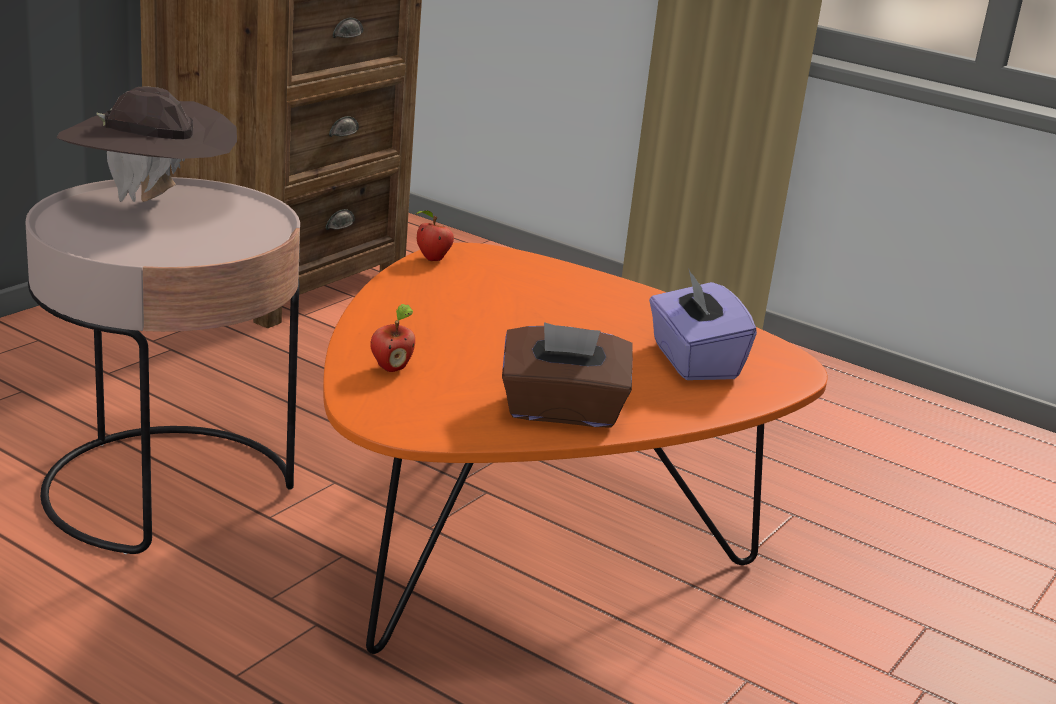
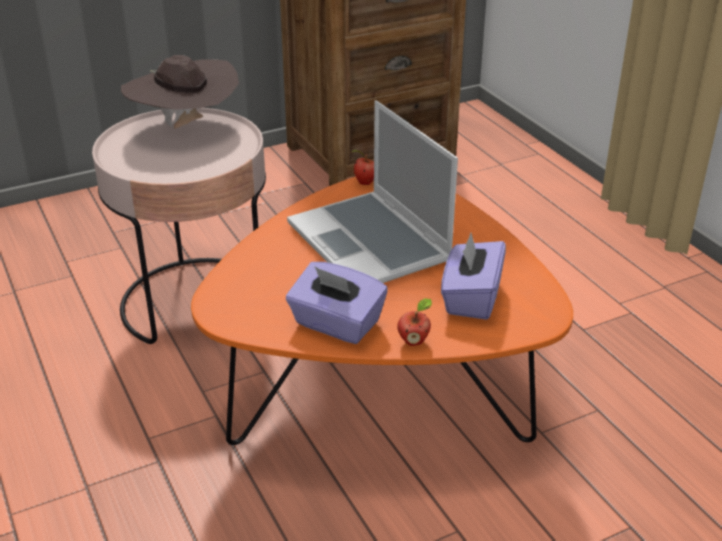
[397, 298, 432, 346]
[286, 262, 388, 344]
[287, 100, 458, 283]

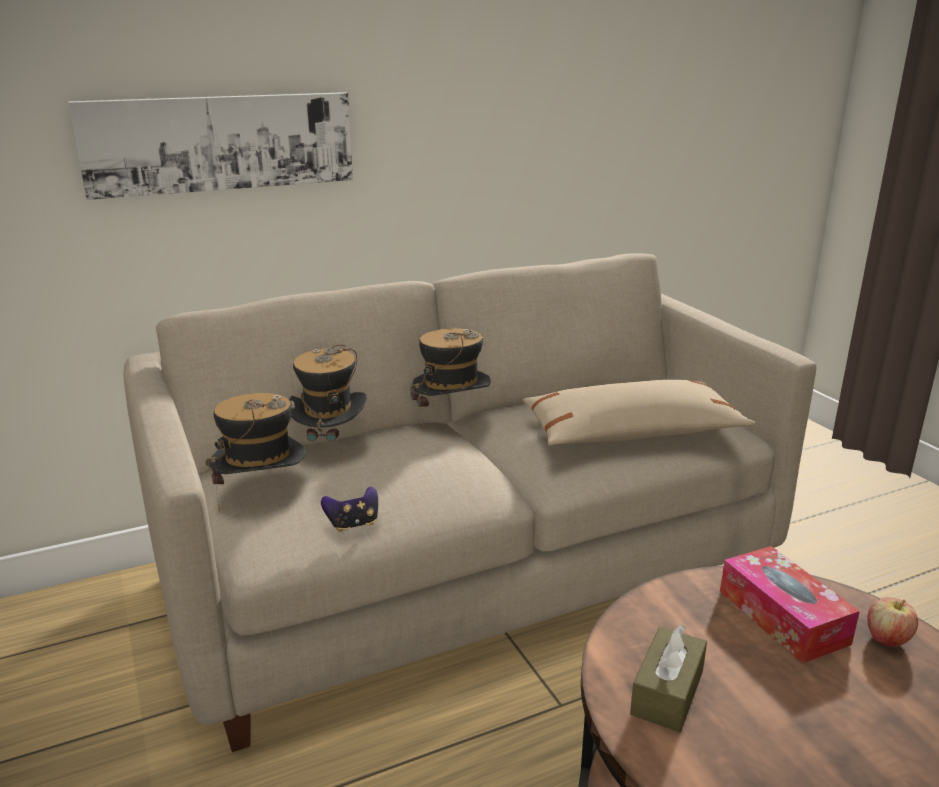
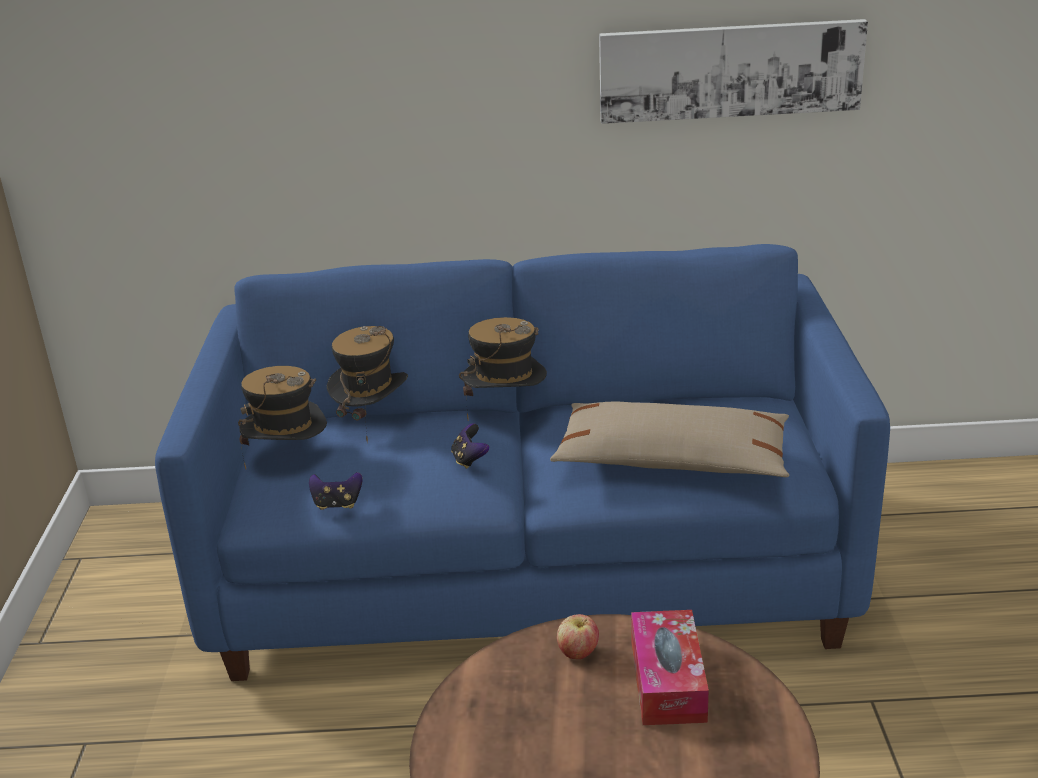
[599, 19, 868, 124]
[155, 244, 890, 681]
[630, 624, 707, 732] (first image)
[557, 614, 599, 659]
[451, 423, 489, 469]

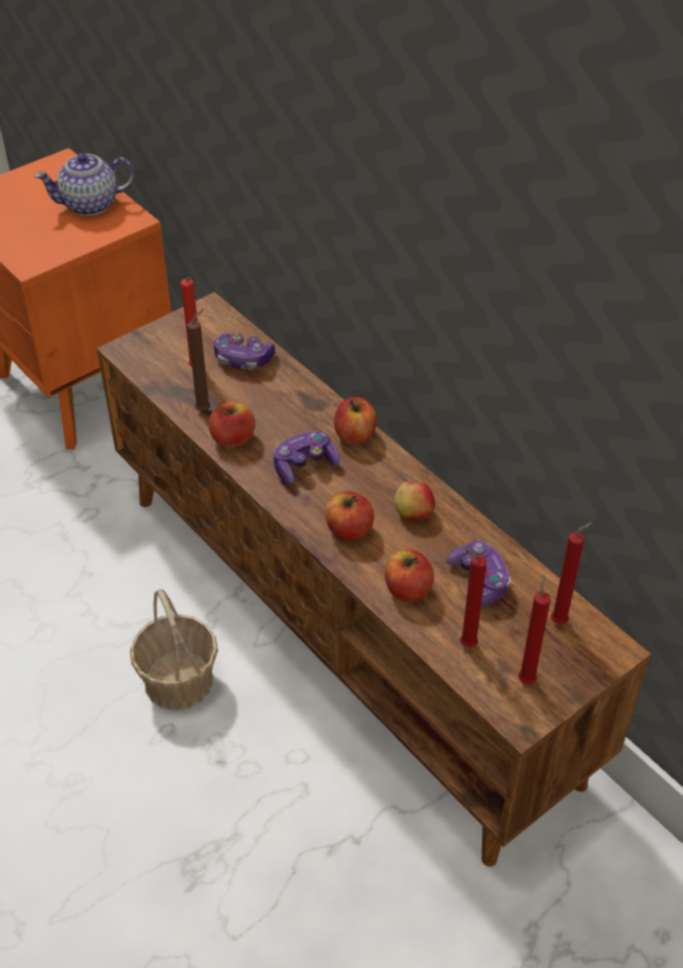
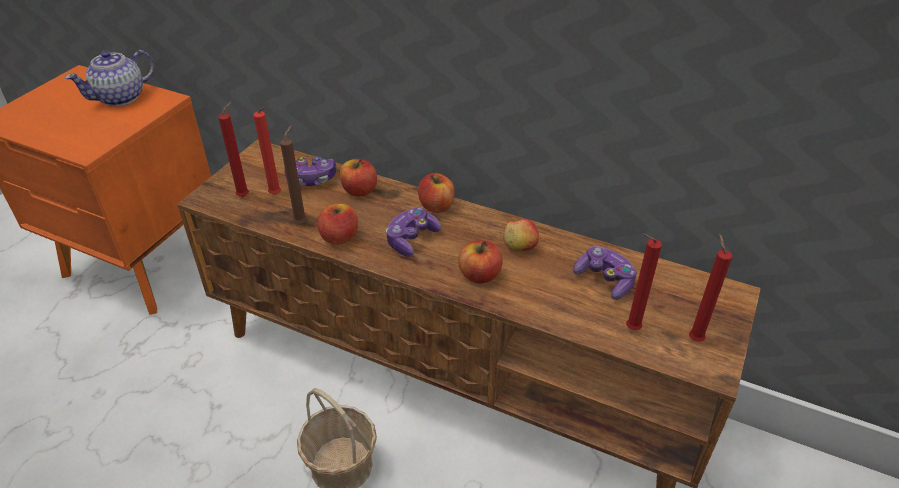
[340, 159, 377, 196]
[218, 101, 249, 197]

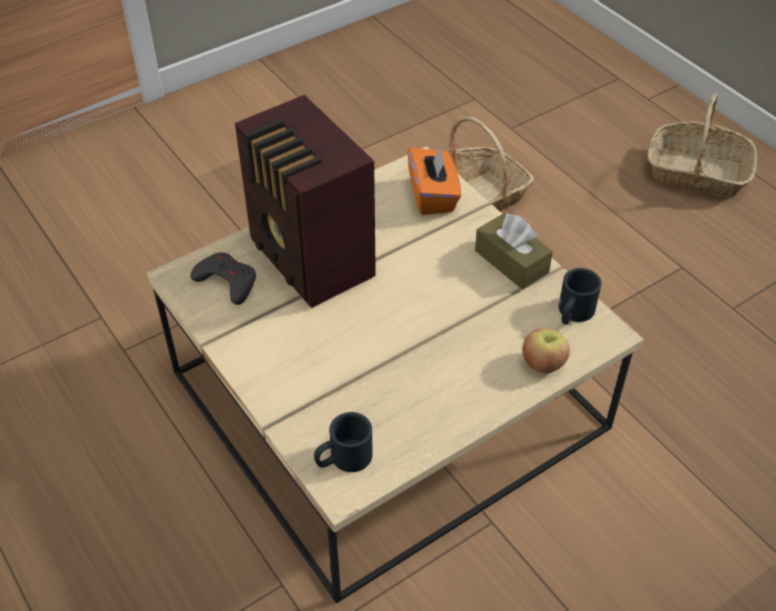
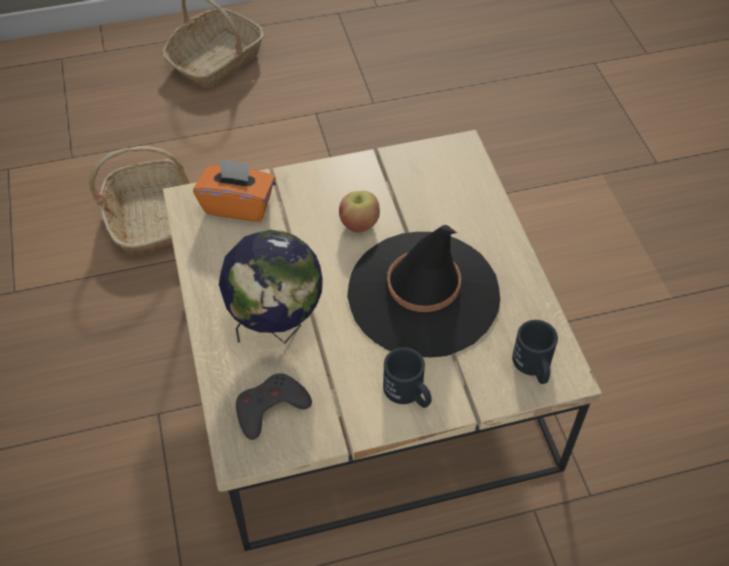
[219, 230, 323, 343]
[475, 213, 553, 290] (first image)
[339, 191, 380, 233]
[383, 347, 432, 408]
[347, 225, 500, 357]

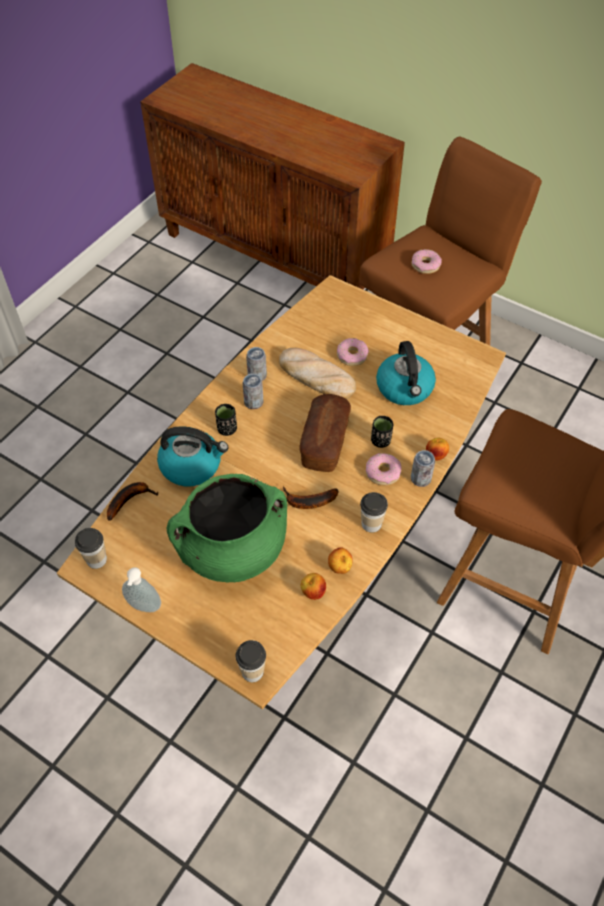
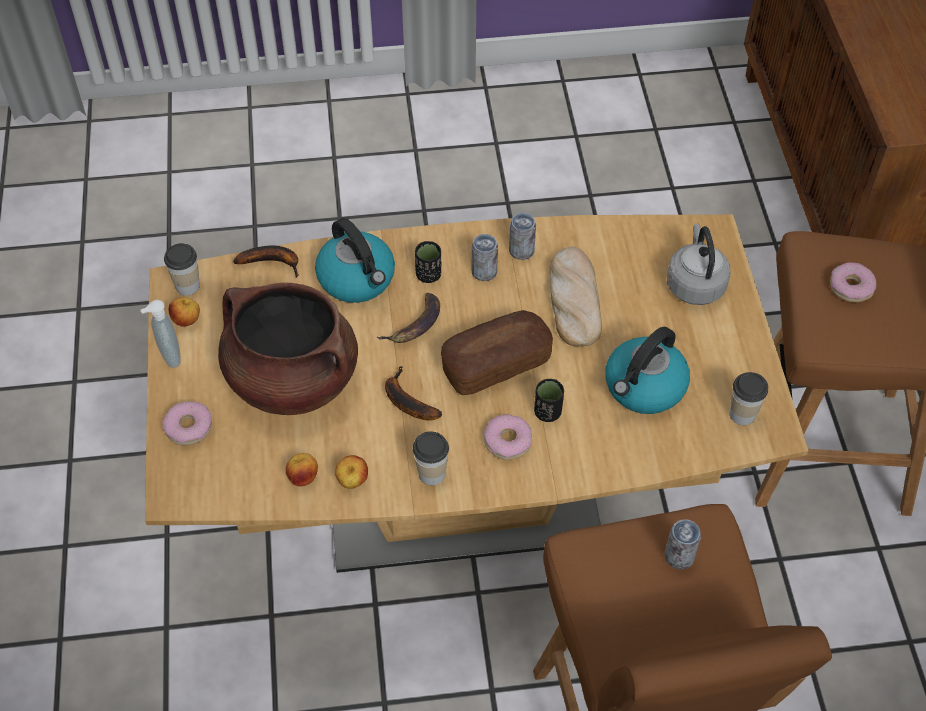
[218, 282, 358, 415]
[730, 372, 768, 425]
[163, 401, 212, 446]
[665, 519, 701, 570]
[169, 297, 200, 327]
[377, 293, 440, 343]
[667, 224, 730, 305]

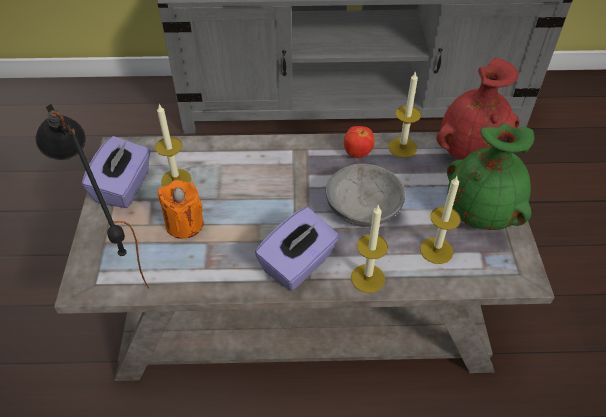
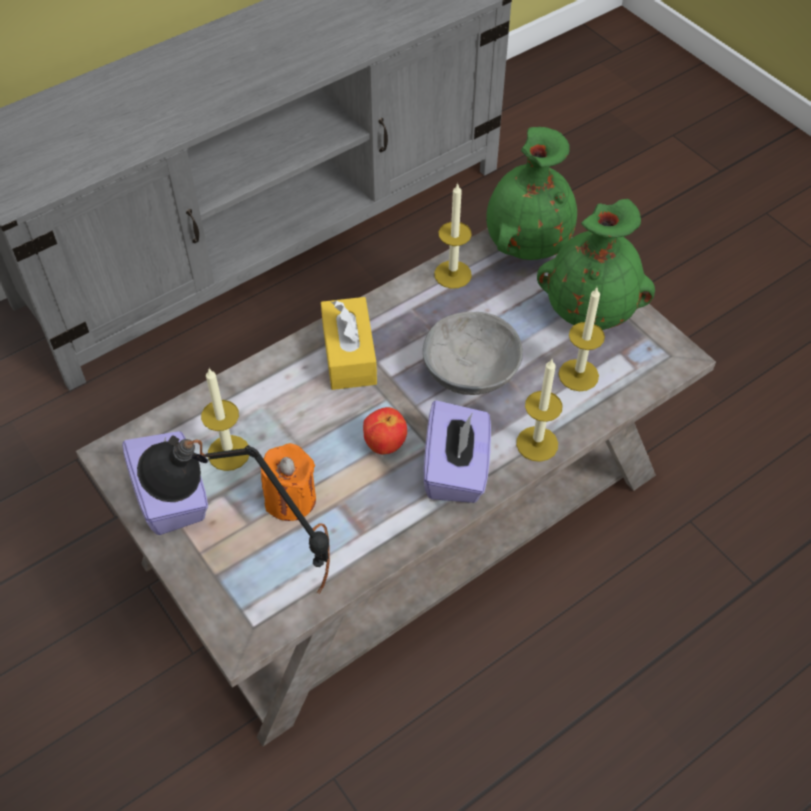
[363, 407, 407, 454]
[486, 127, 577, 260]
[321, 297, 377, 390]

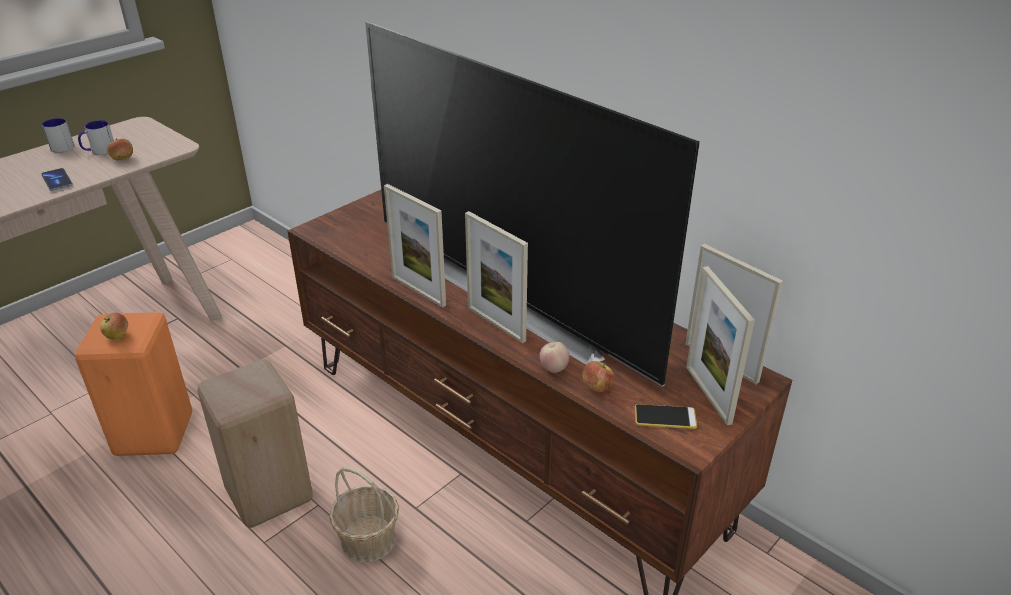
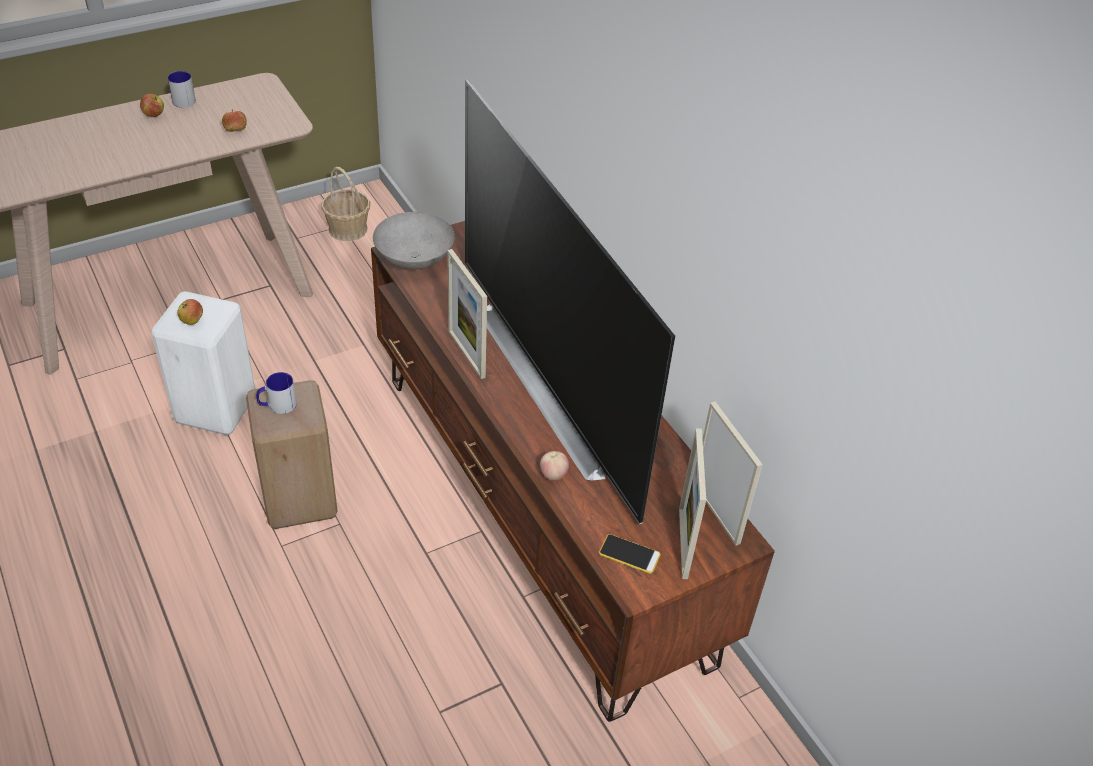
[42, 168, 73, 191] (first image)
[152, 291, 255, 435]
[256, 372, 297, 414]
[321, 167, 370, 241]
[465, 211, 528, 343] (first image)
[140, 94, 164, 117]
[373, 212, 455, 269]

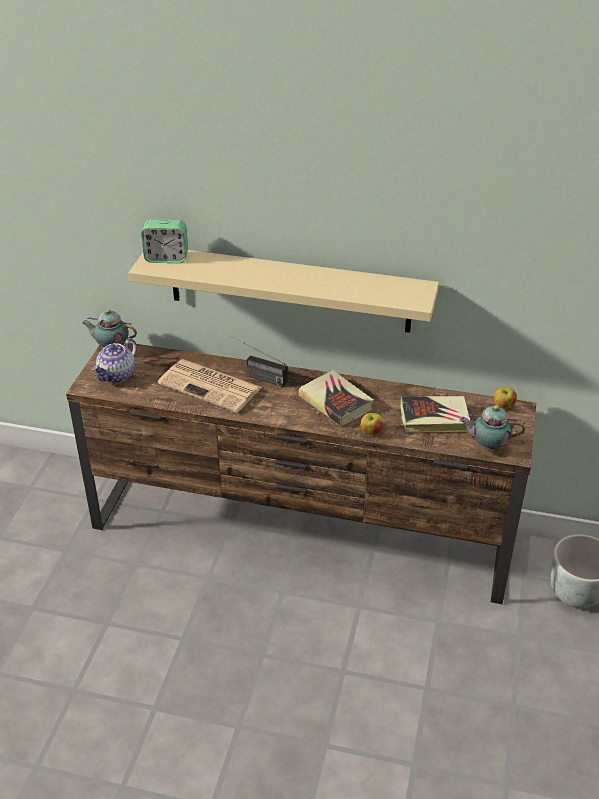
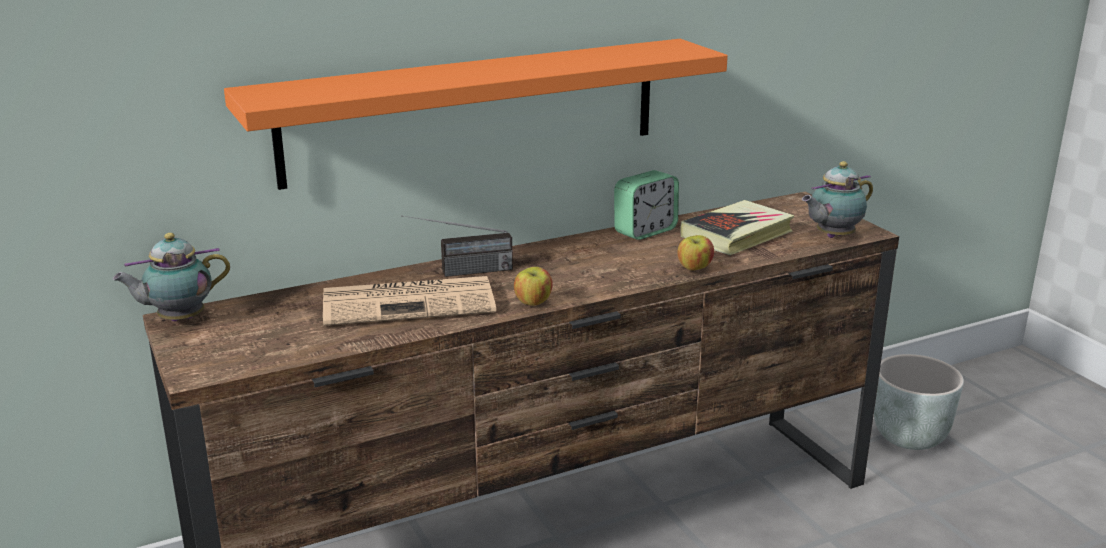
[92, 338, 137, 383] (first image)
[224, 39, 728, 190]
[614, 170, 679, 240]
[299, 370, 374, 426] (first image)
[514, 267, 553, 306]

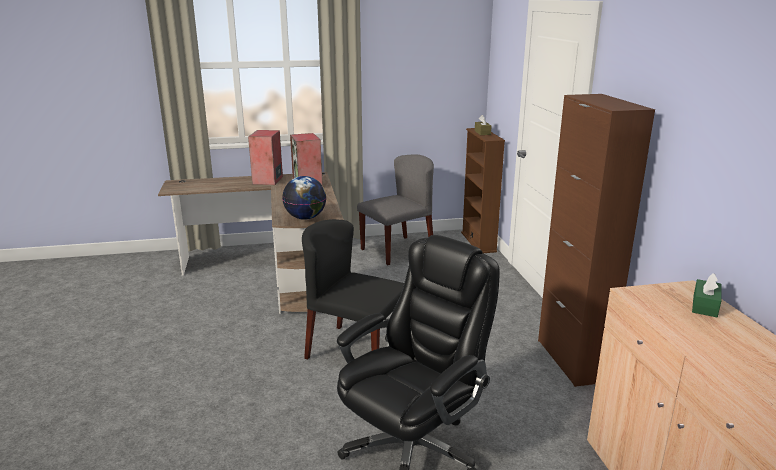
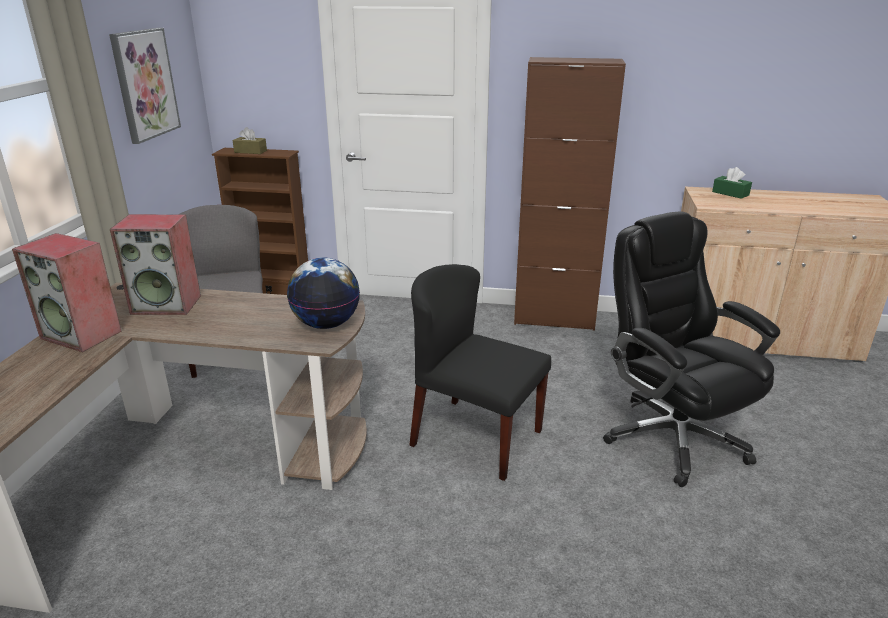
[409, 264, 551, 481]
[109, 28, 181, 144]

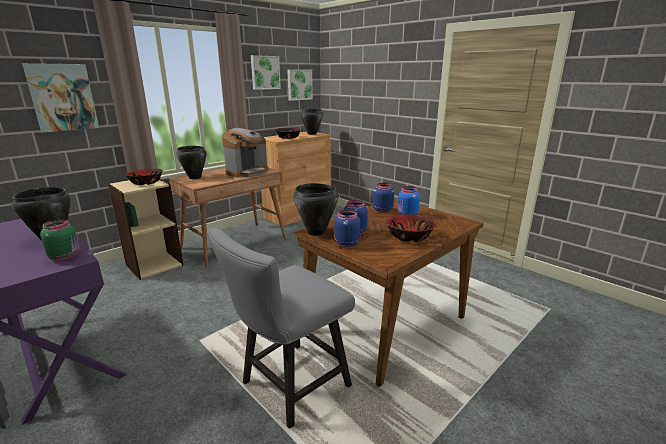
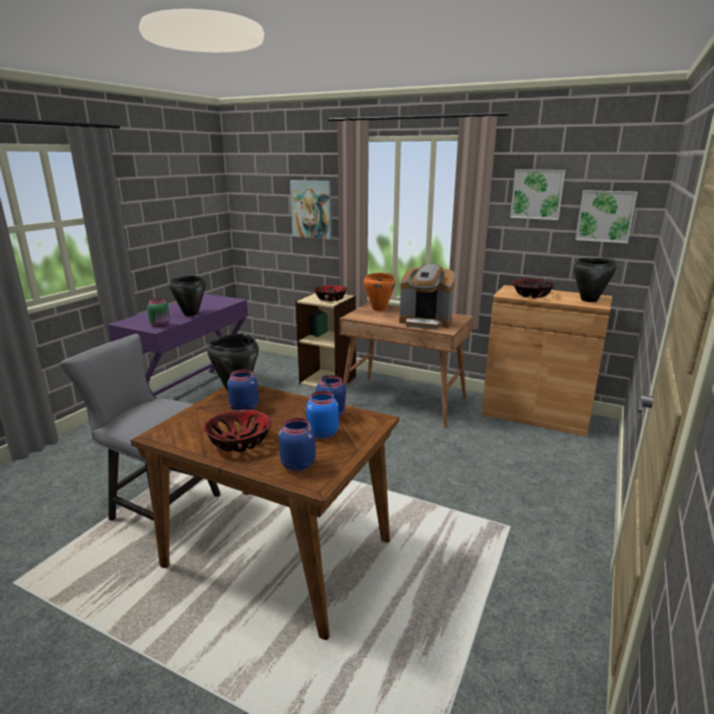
[364, 273, 396, 311]
[279, 418, 316, 472]

